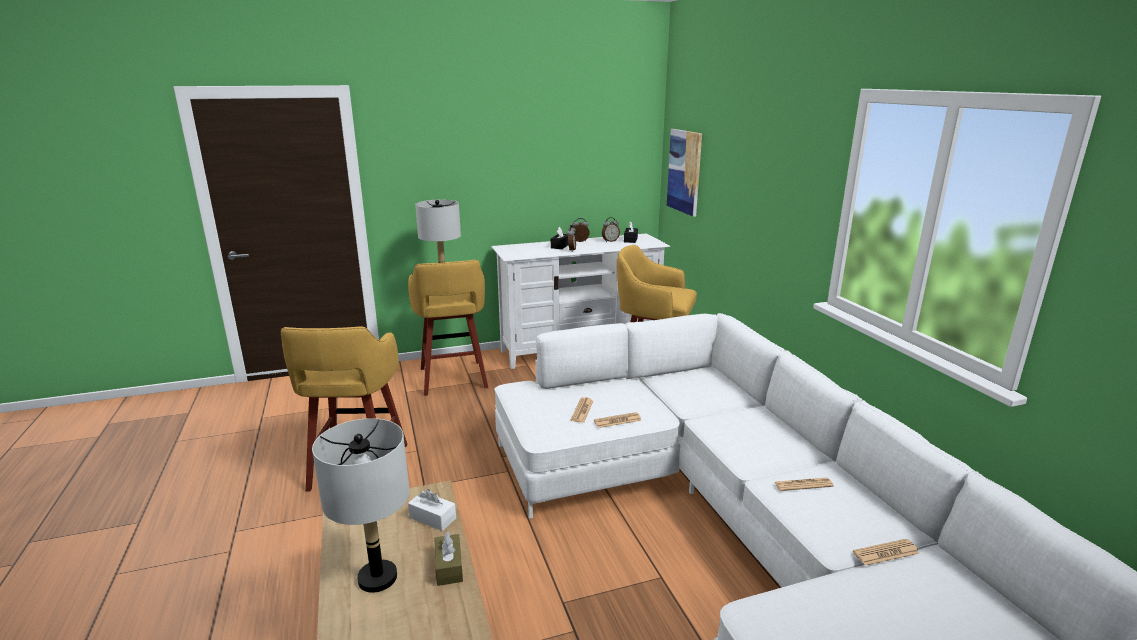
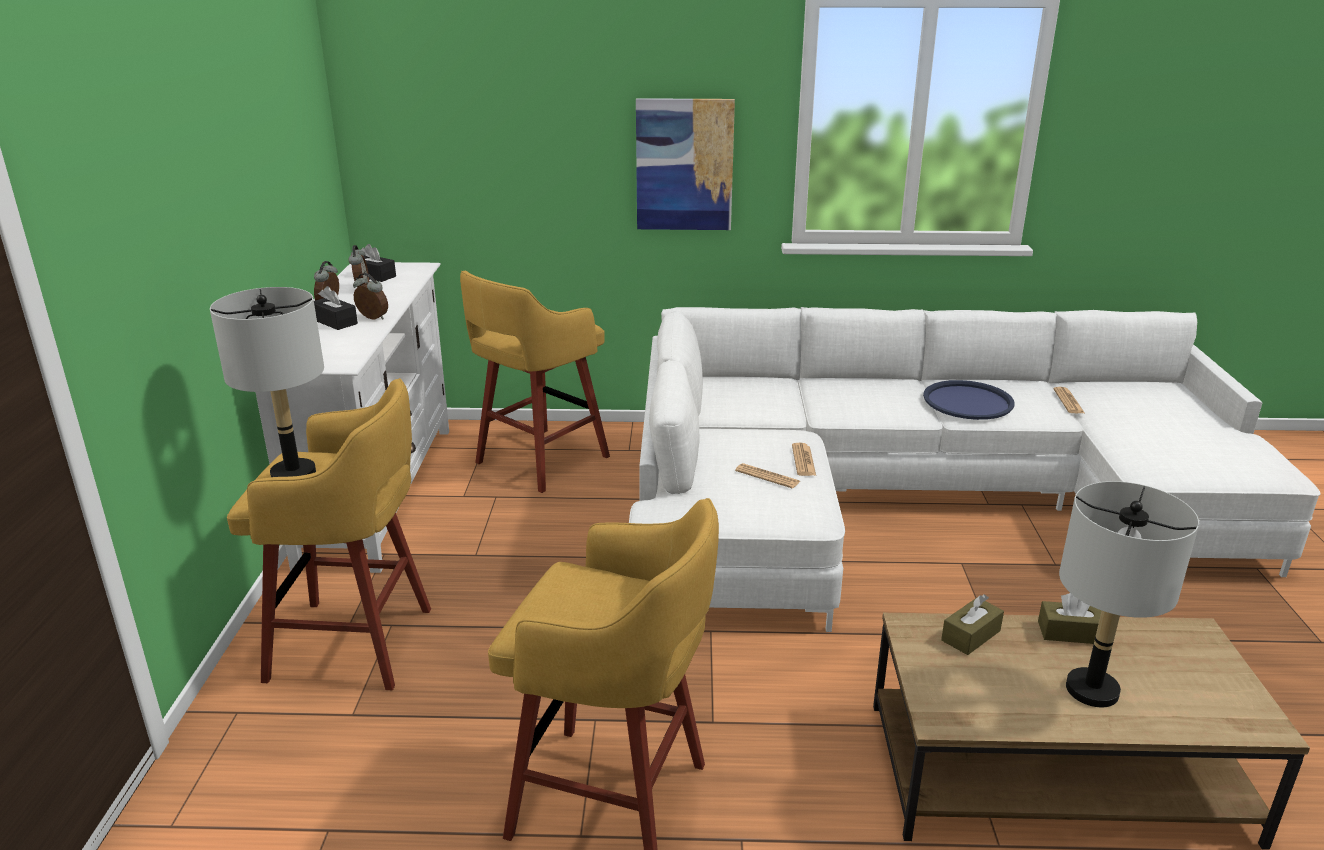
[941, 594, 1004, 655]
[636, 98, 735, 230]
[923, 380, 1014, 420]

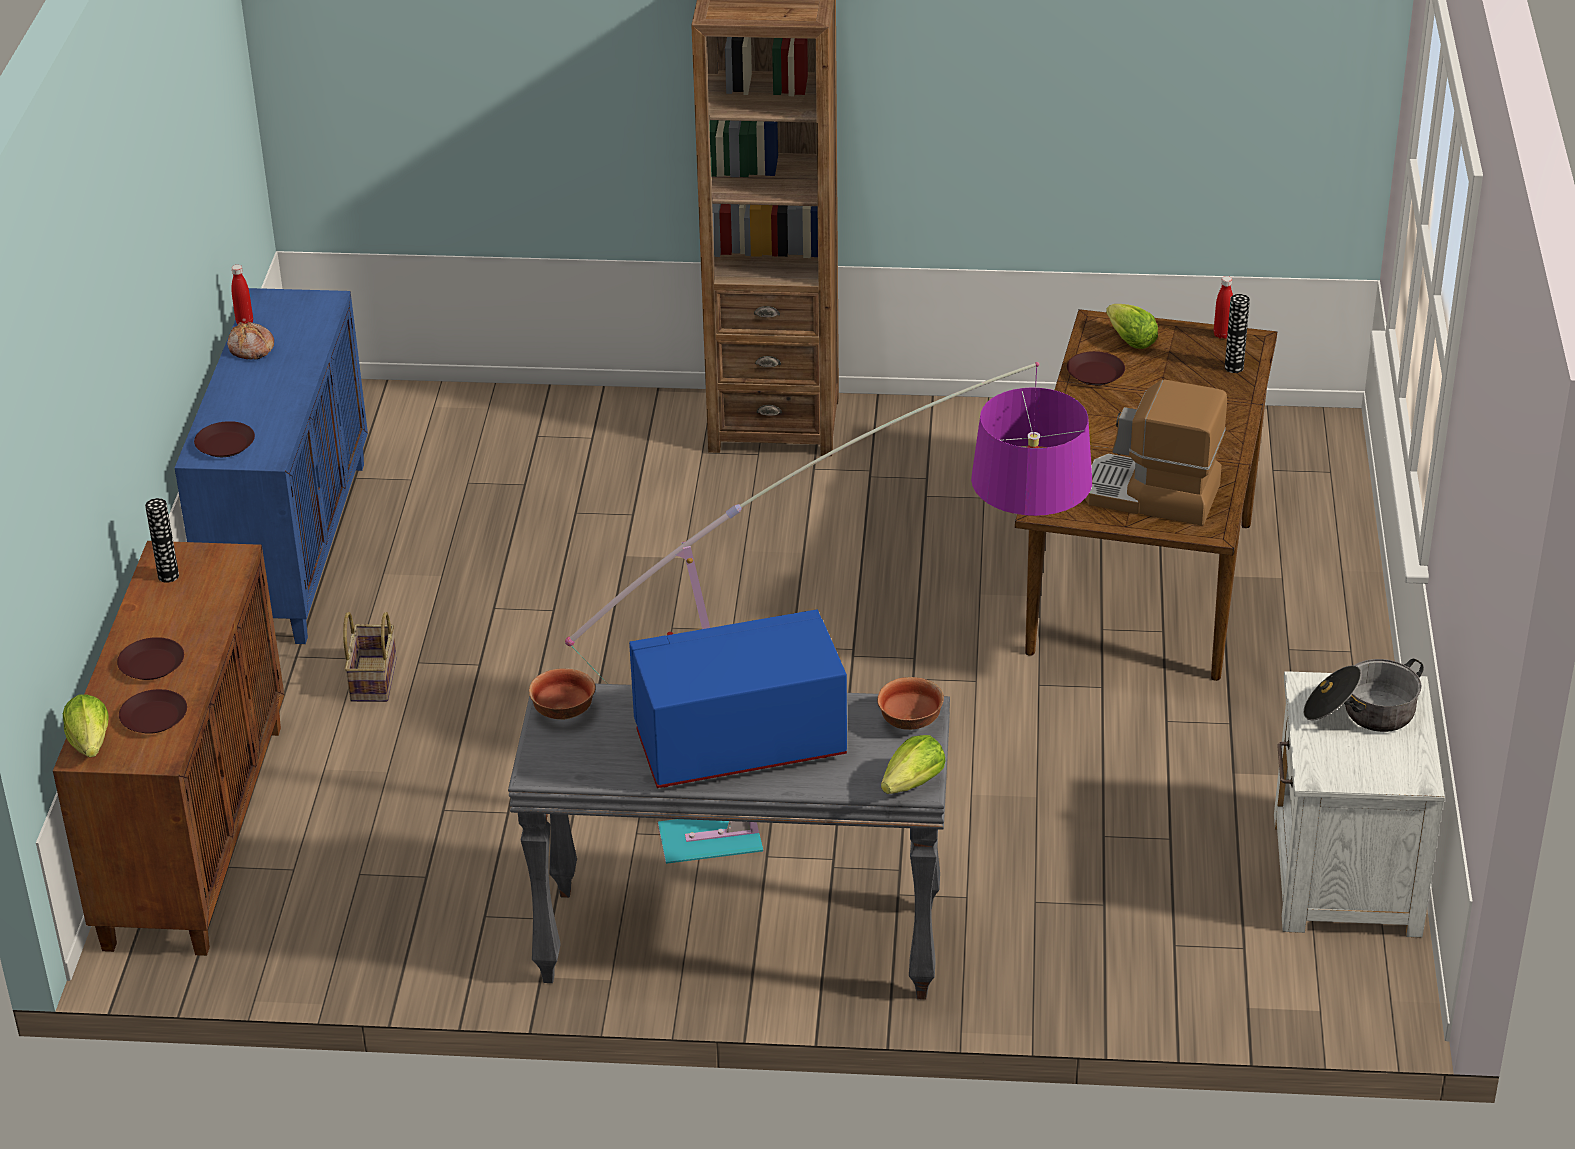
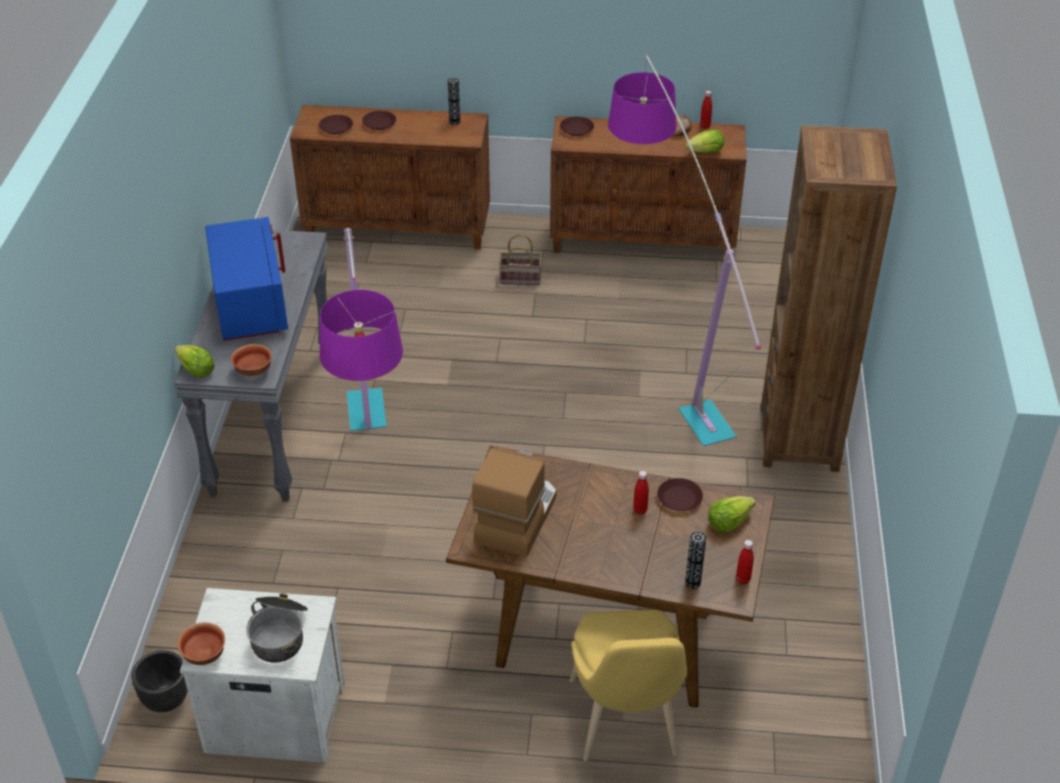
[686, 129, 724, 153]
[550, 116, 746, 256]
[177, 622, 225, 665]
[132, 650, 188, 712]
[569, 609, 687, 761]
[608, 54, 761, 446]
[633, 470, 649, 515]

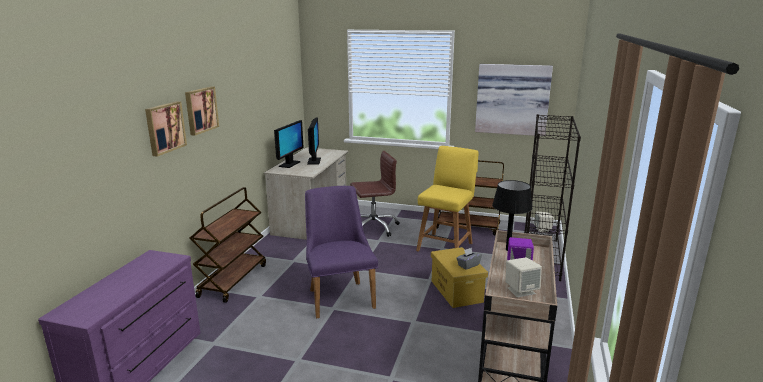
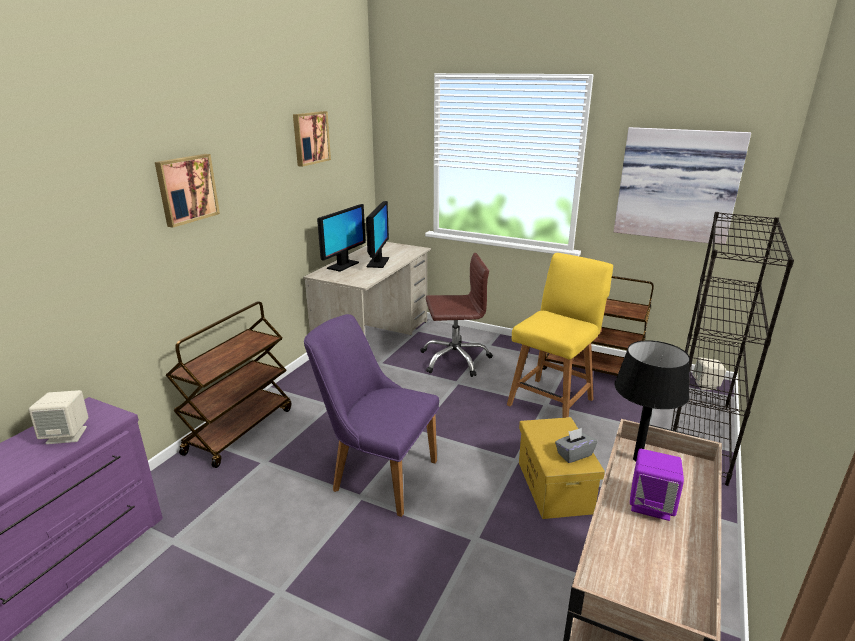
[293, 111, 331, 167]
[304, 314, 439, 517]
[29, 390, 89, 444]

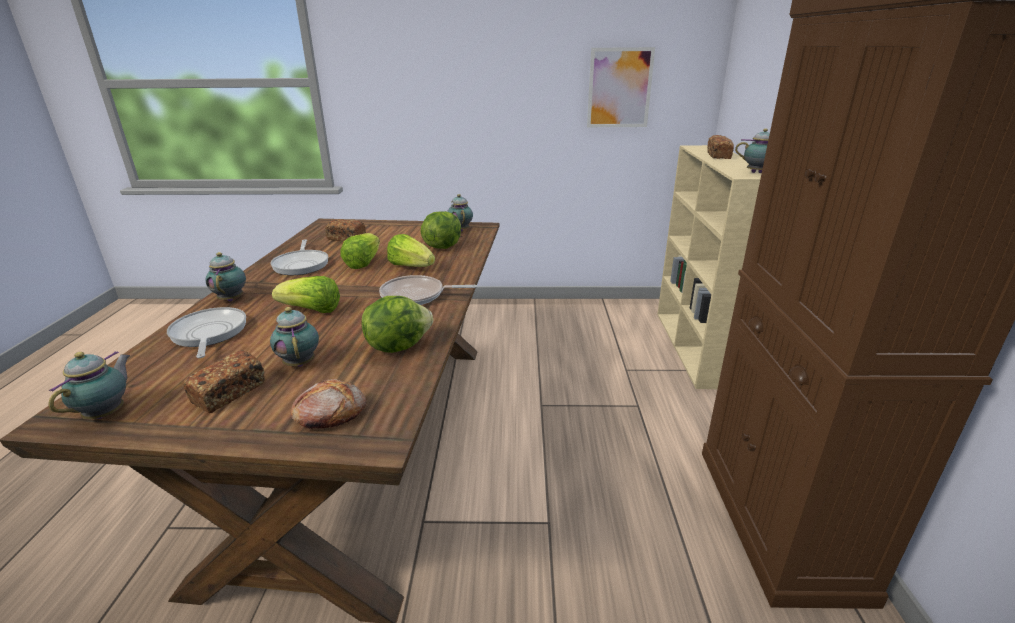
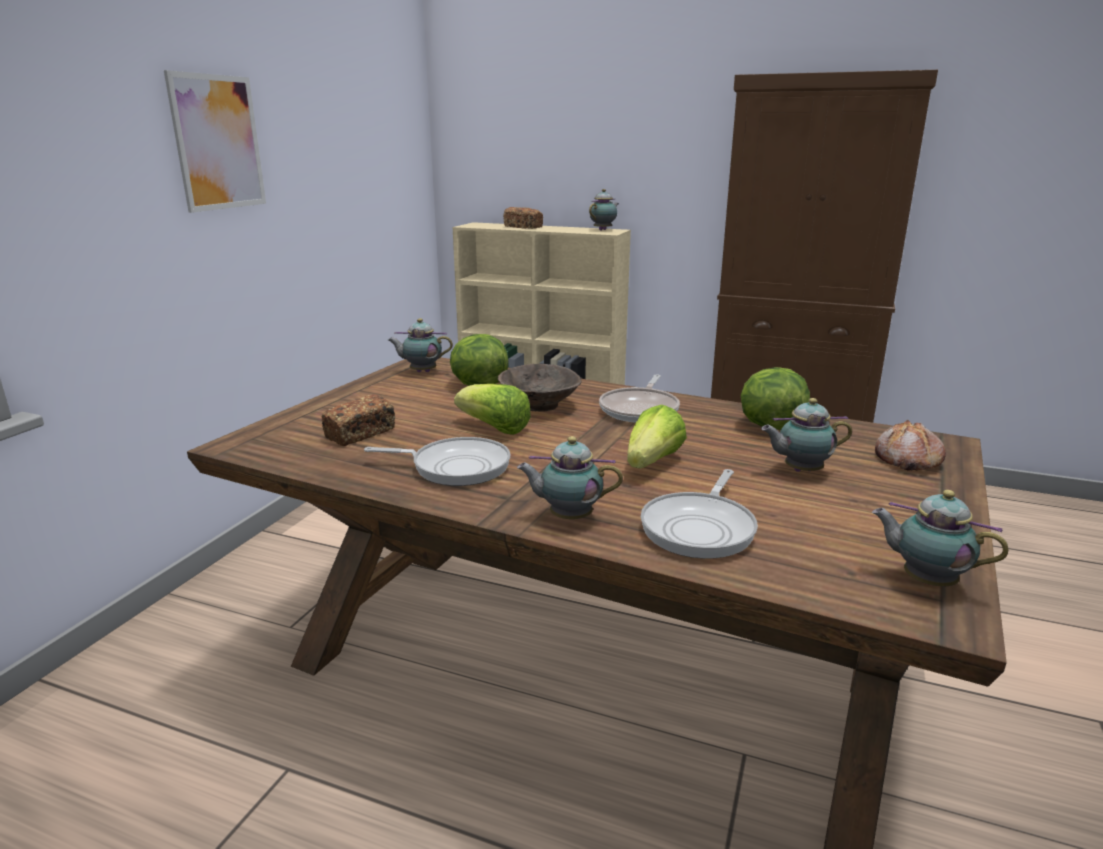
[641, 469, 758, 559]
[183, 350, 265, 413] (first image)
[498, 364, 582, 412]
[164, 70, 266, 213]

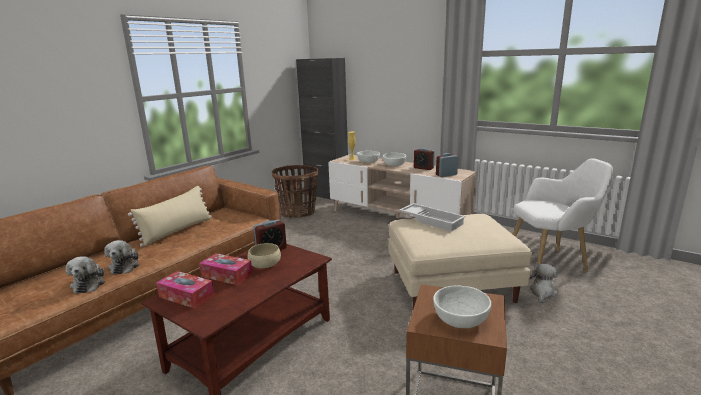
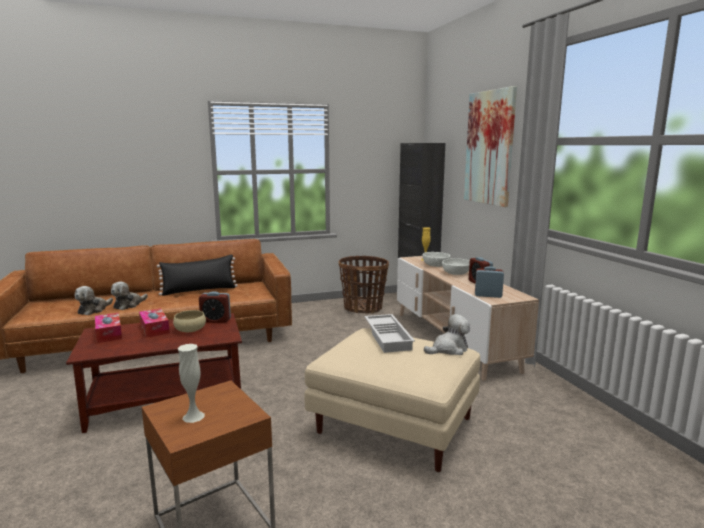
[157, 255, 238, 296]
[178, 344, 205, 423]
[513, 158, 613, 272] (first image)
[424, 314, 470, 355]
[464, 86, 517, 207]

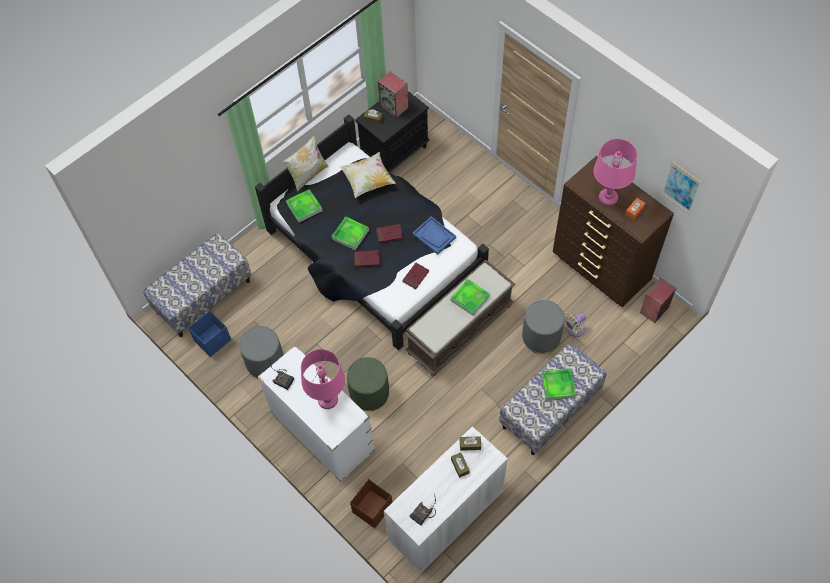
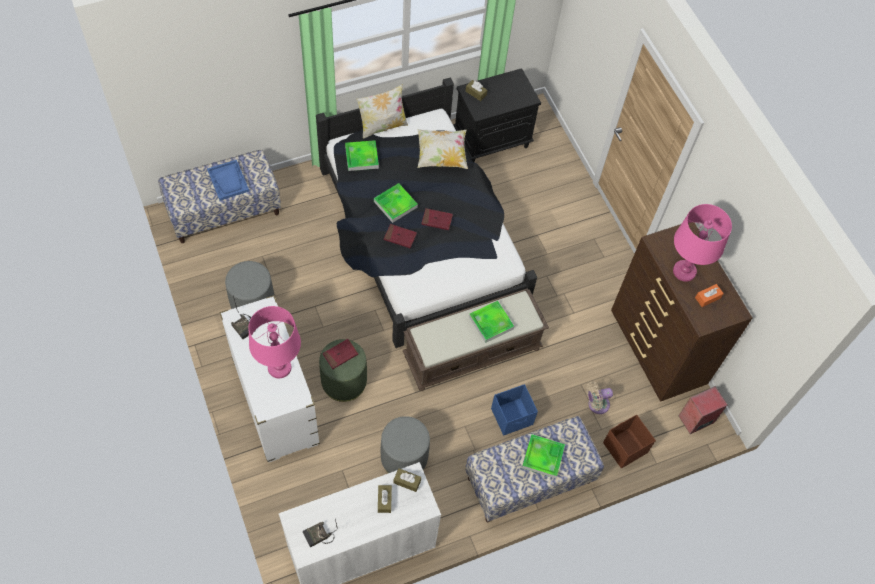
[491, 384, 538, 435]
[603, 415, 656, 469]
[378, 71, 409, 118] (first image)
[323, 339, 358, 369]
[207, 160, 249, 201]
[381, 416, 430, 473]
[661, 161, 701, 214] (first image)

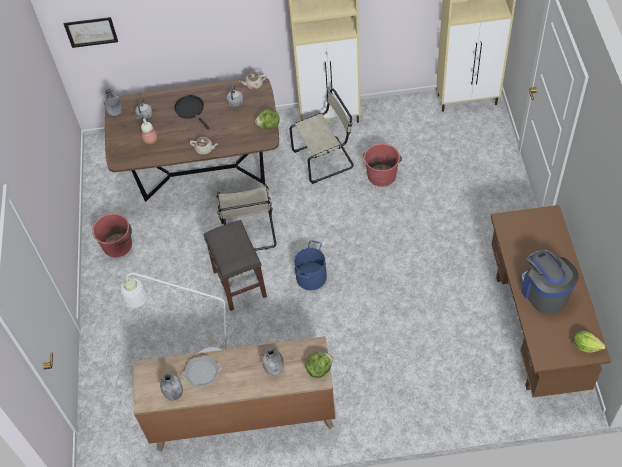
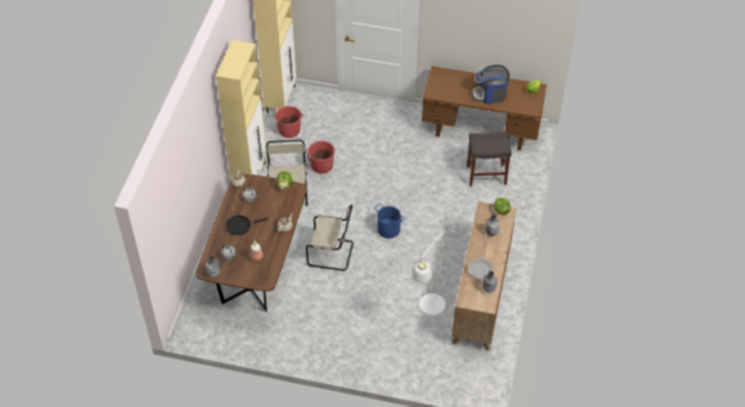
[64, 17, 118, 48] (first image)
[274, 106, 303, 138]
[467, 132, 511, 186]

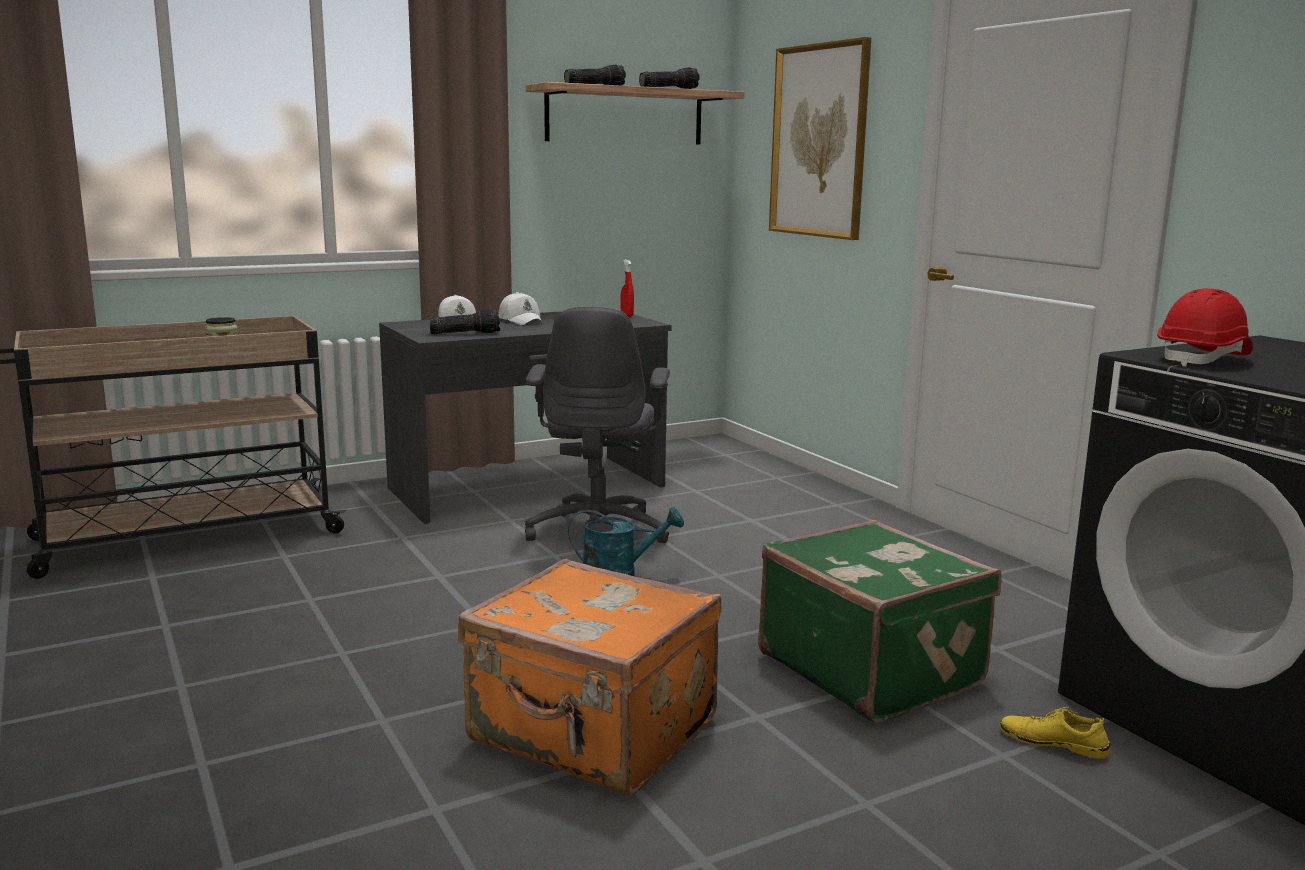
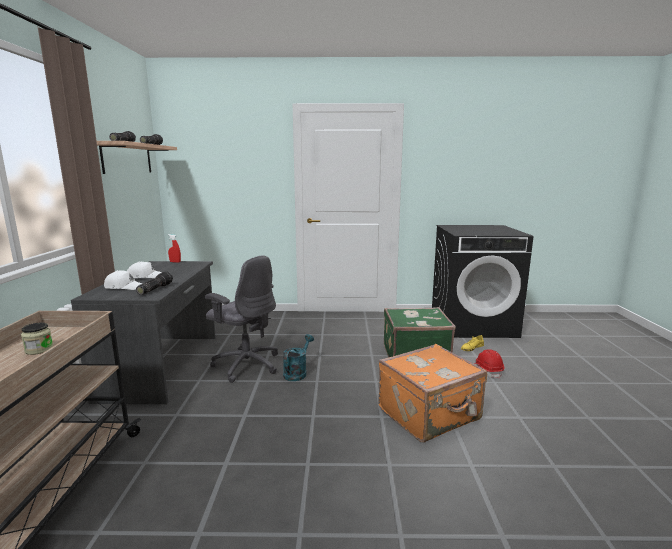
[769, 37, 871, 240] (first image)
[474, 349, 504, 379]

